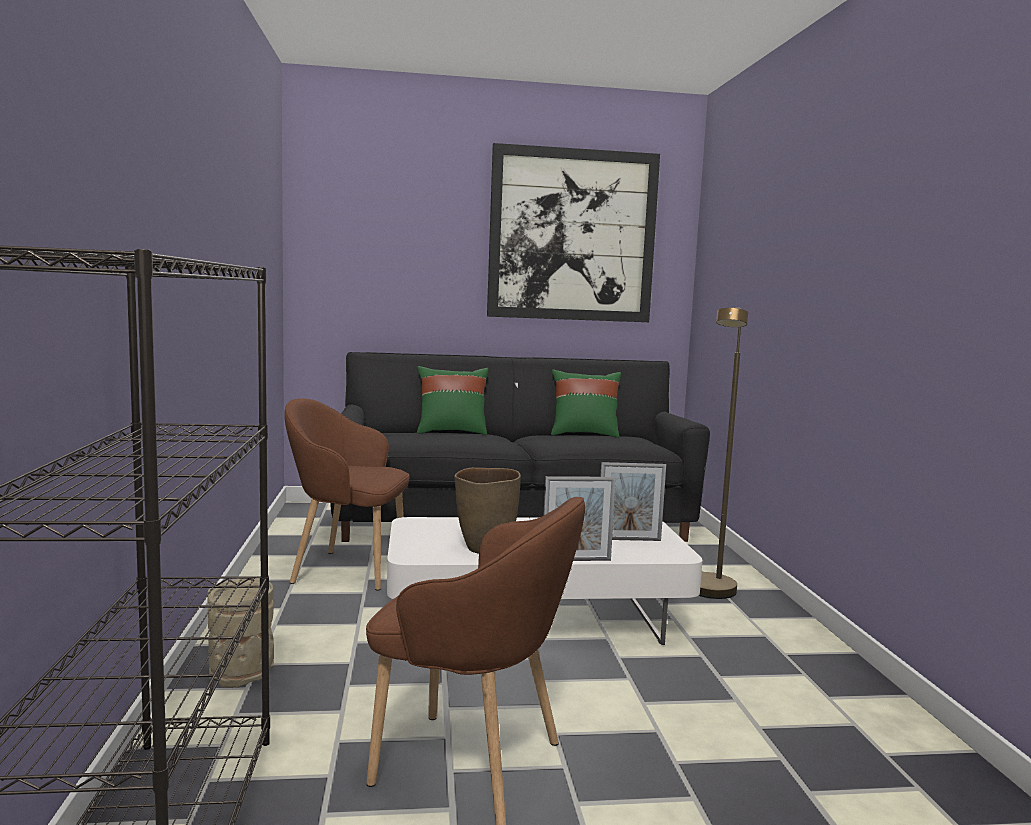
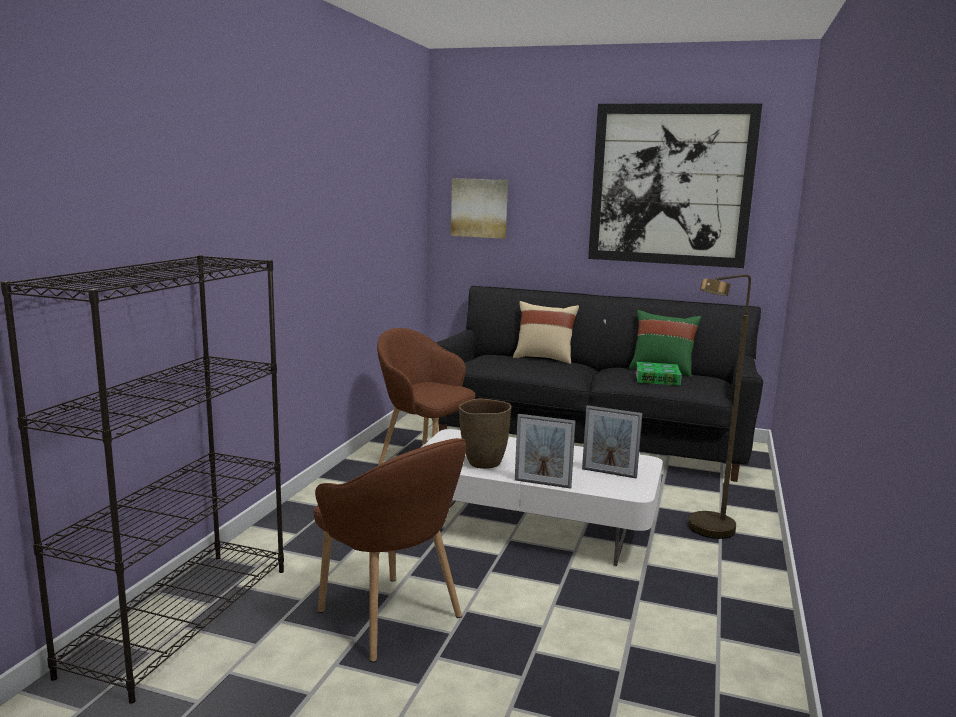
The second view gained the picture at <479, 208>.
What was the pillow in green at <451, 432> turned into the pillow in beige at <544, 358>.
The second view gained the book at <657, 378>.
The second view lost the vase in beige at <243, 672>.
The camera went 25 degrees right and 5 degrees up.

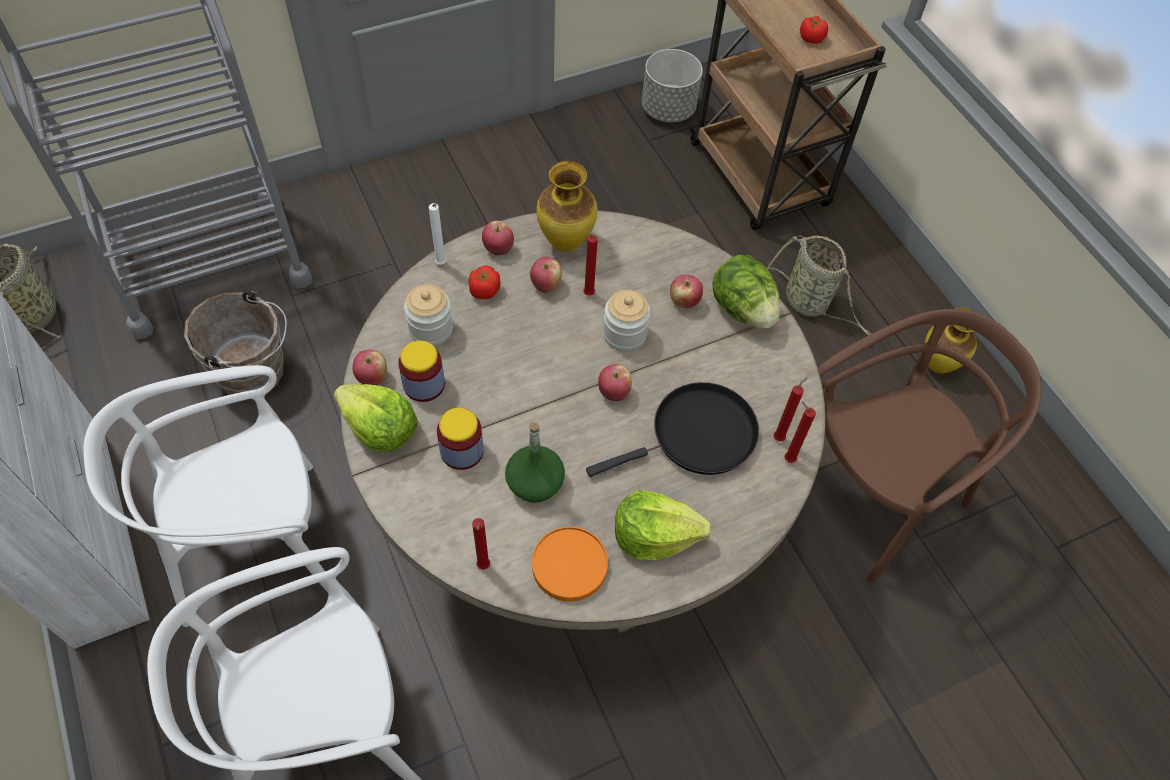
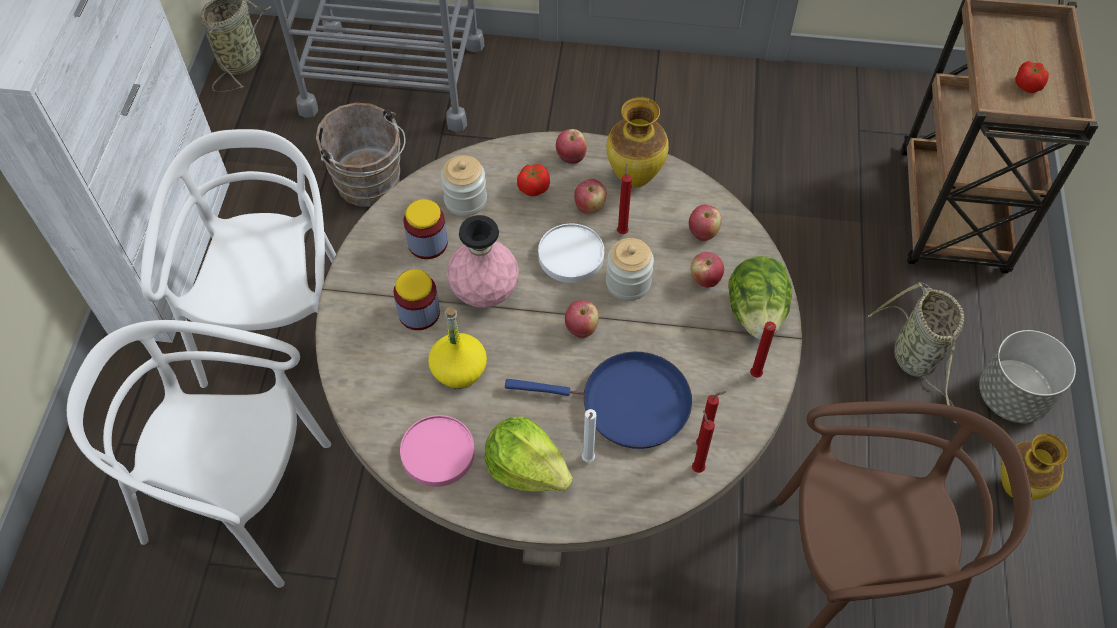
The chair in white at <255, 547> ended up facing another way, 75 degrees clockwise from before.
What was the plate in orange at <570, 566> turned into the plate in pink at <438, 453>.
What was the bottle in green at <535, 482> turned into the bottle in yellow at <459, 369>.
The second view gained the vase in pink at <484, 293>.
What was the frying pan in black at <697, 436> turned into the frying pan in blue at <627, 404>.
The second view gained the plate in white at <571, 256>.
The candle in white ended up elsewhere, having gone from <441, 265> to <587, 460>.
The apple ended up elsewhere, having gone from <372, 378> to <702, 233>.
The candle in red ended up elsewhere, having gone from <483, 567> to <754, 376>.
The planter in grey ended up elsewhere, having gone from <668, 109> to <1012, 396>.
The second view lost the lettuce at <380, 429>.
The camera went 35 degrees right and 0 degrees up.

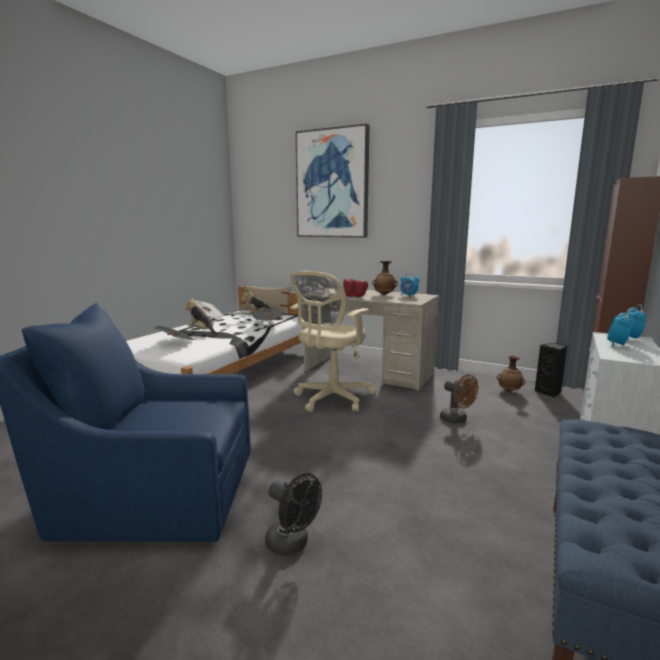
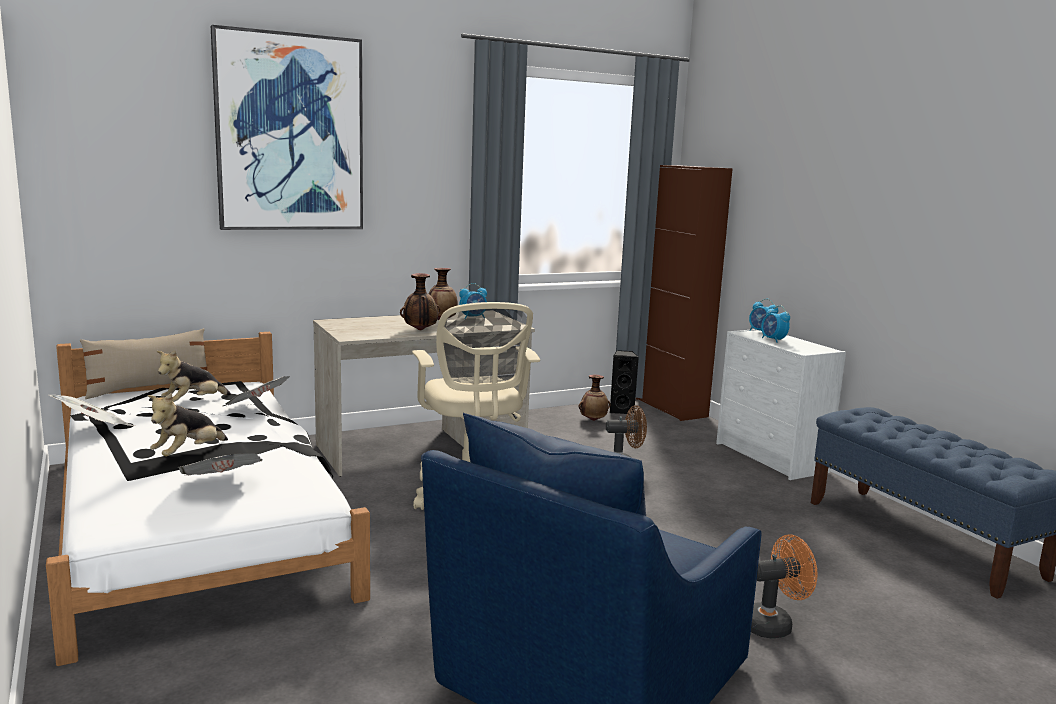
The plush toy at <202, 332> ended up facing another way, 45 degrees counterclockwise from before.
Where the bowl in red stood at <355, 296>, the vase came to stand at <420, 330>.
What was the fan in black at <292, 544> turned into the fan in orange at <773, 624>.
The camera went 55 degrees left and 0 degrees up.

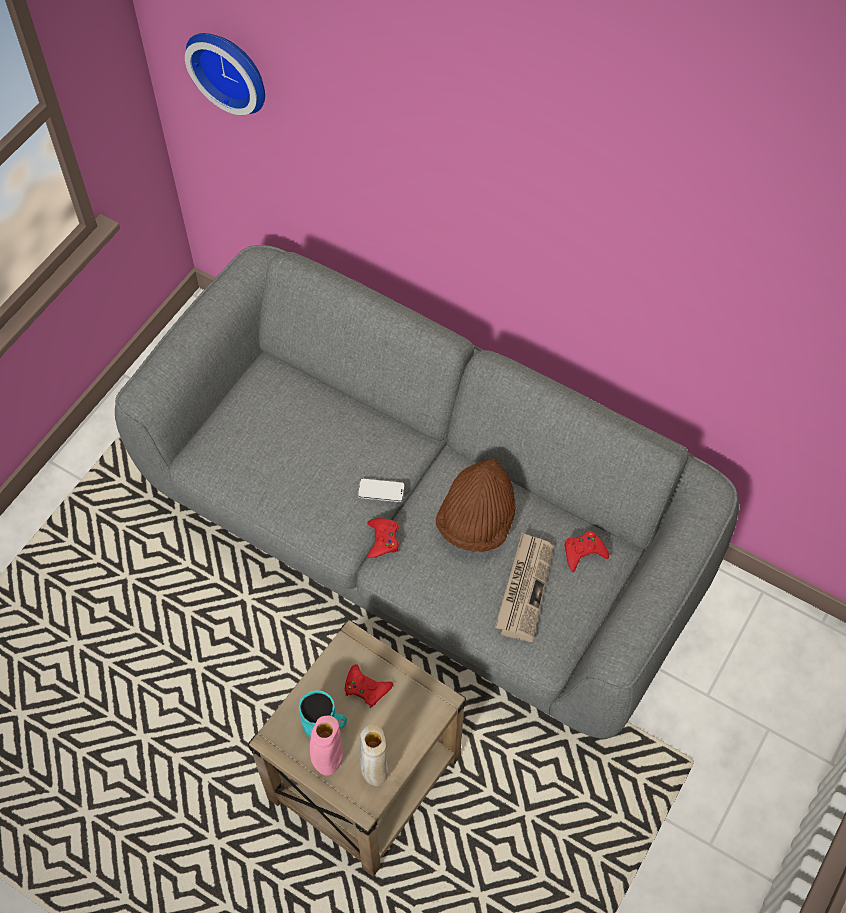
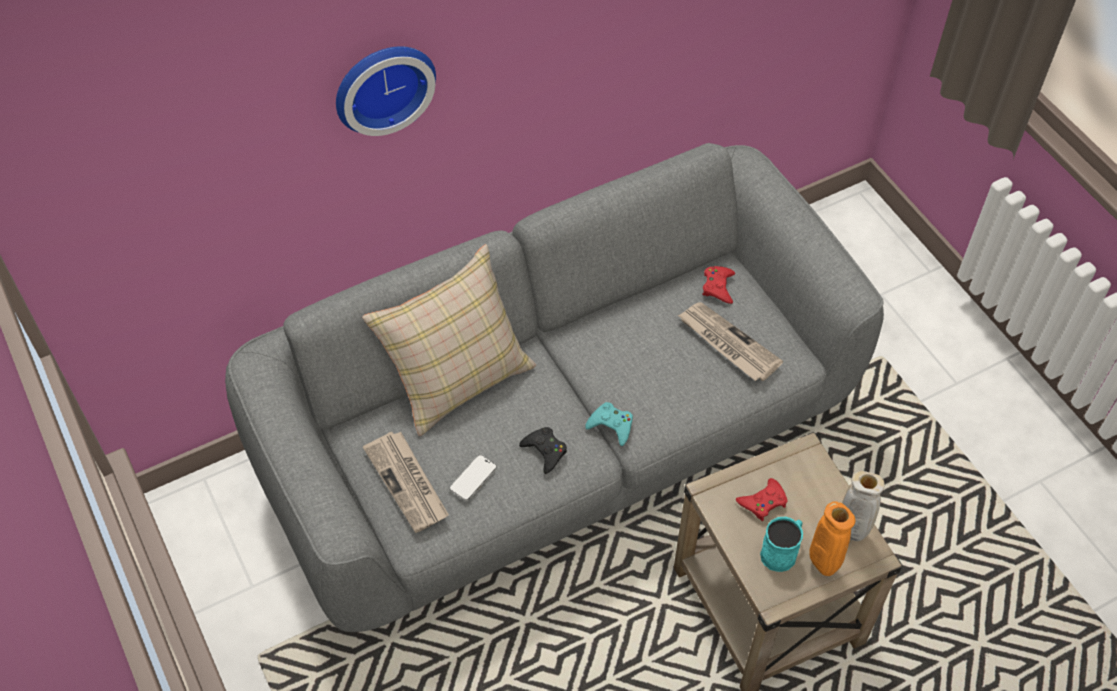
The wall clock ended up elsewhere, having gone from <230, 68> to <382, 84>.
The second view gained the pillow in beige at <457, 376>.
The second view gained the newspaper at <408, 483>.
The phone ended up elsewhere, having gone from <381, 491> to <473, 478>.
The second view gained the game controller in black at <545, 451>.
What was the game controller in red at <383, 540> turned into the game controller in turquoise at <611, 425>.
What was the vase in pink at <328, 763> turned into the vase in orange at <822, 566>.
The second view lost the hat in brown at <476, 521>.
The camera went 60 degrees left and 5 degrees down.

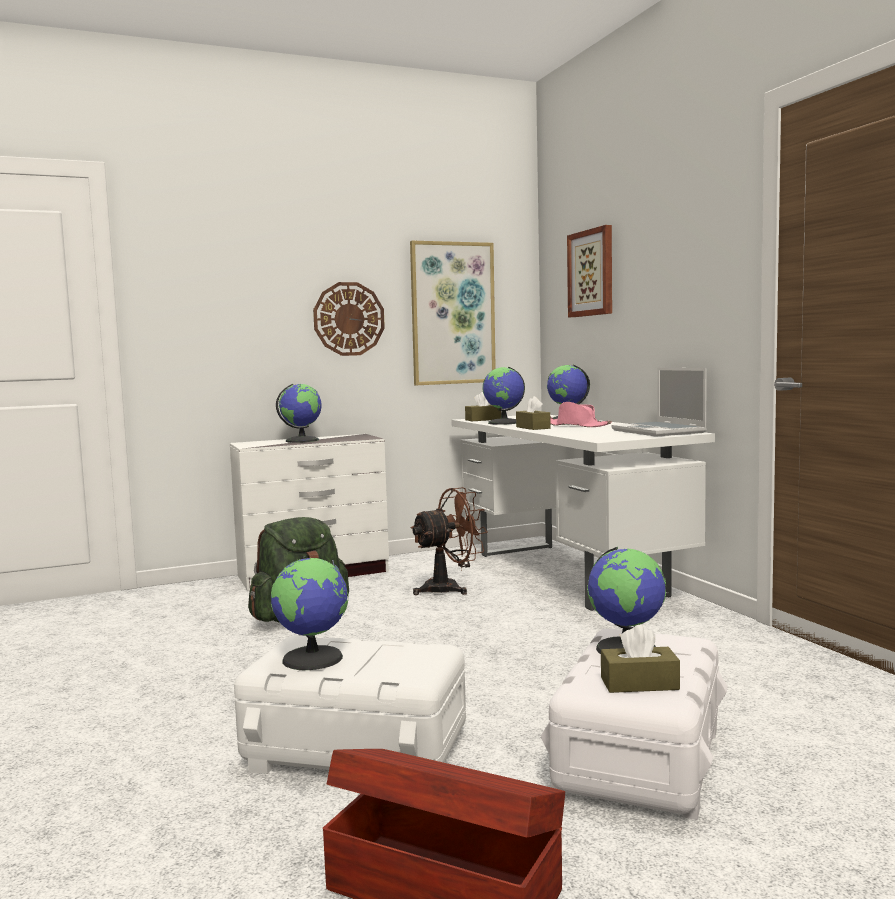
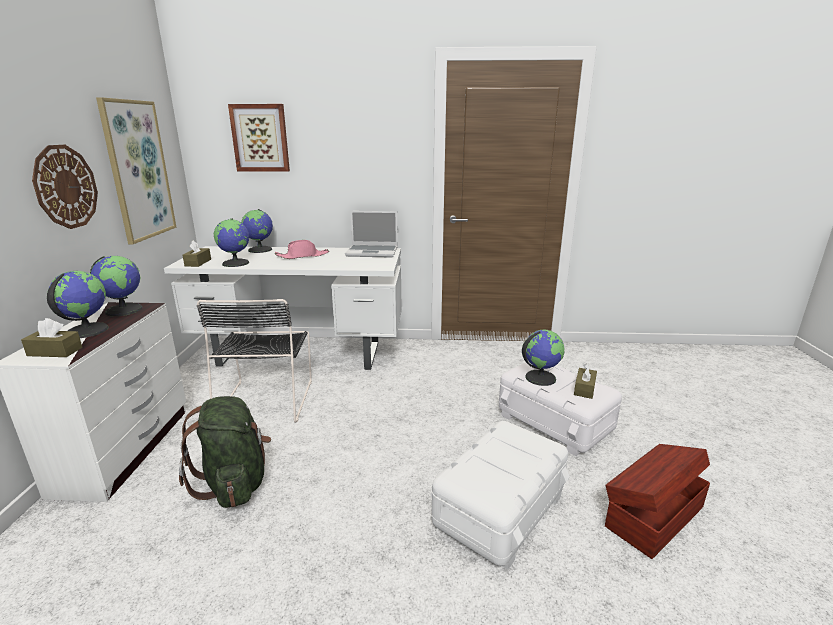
The tissue box in brown ended up elsewhere, having gone from <533, 428> to <55, 351>.
The globe ended up elsewhere, having gone from <313, 658> to <124, 310>.
Where the fan in brown stood at <449, 588>, the chair in black came to stand at <267, 399>.
The camera went 65 degrees left and 15 degrees up.

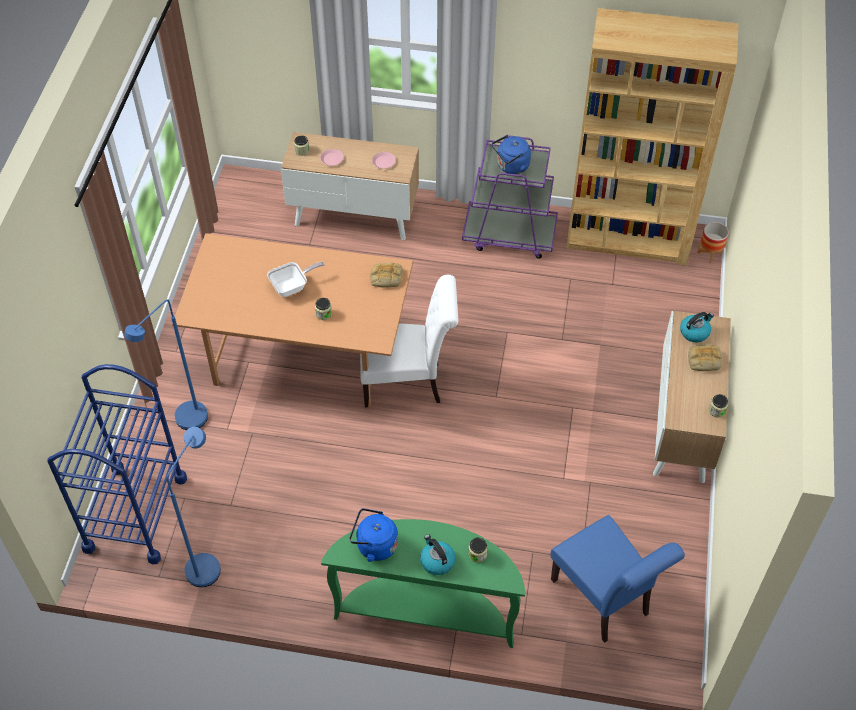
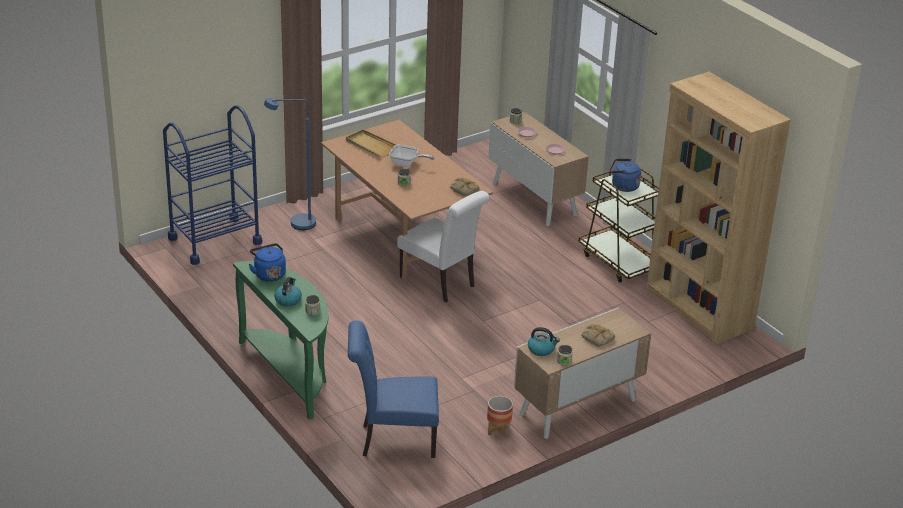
The second view gained the tray in beige at <371, 145>.
The chair in blue at <604, 601> ended up facing another way, 75 degrees clockwise from before.
The planter ended up elsewhere, having gone from <710, 253> to <498, 430>.
The kettle ended up elsewhere, having gone from <694, 332> to <541, 349>.
What was the cart in purple at <510, 235> turned into the cart in brown at <618, 261>.
The second view lost the floor lamp in blue at <208, 562>.
The camera went 45 degrees right and 20 degrees down.

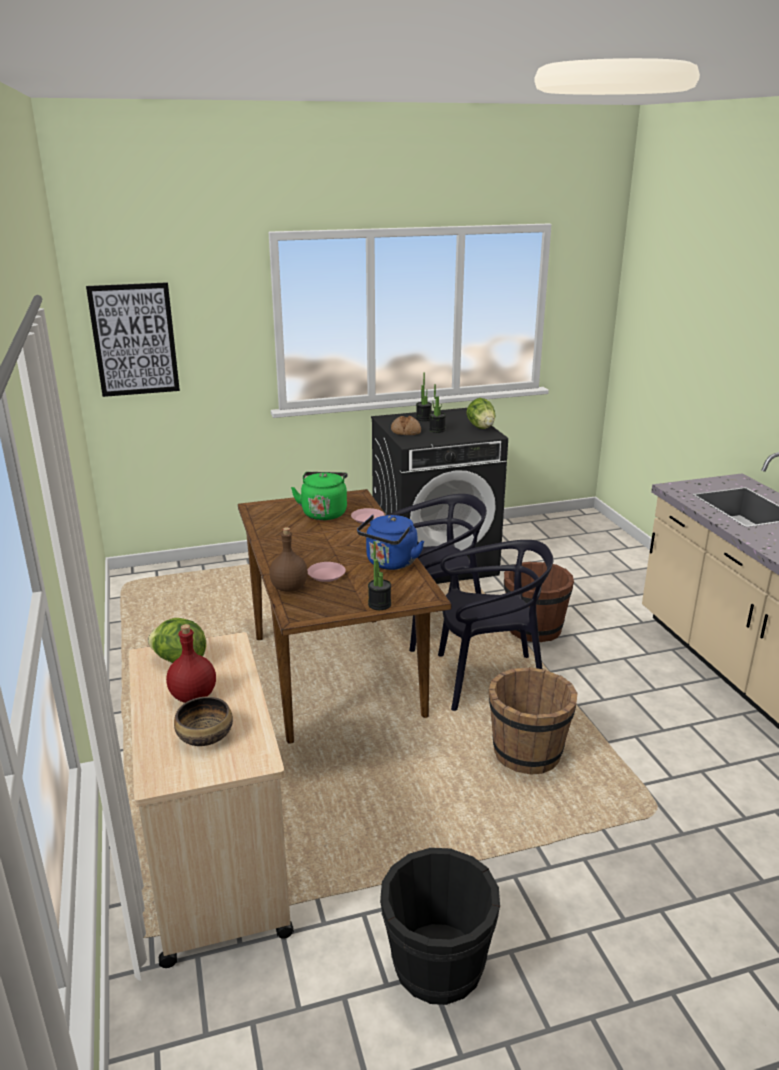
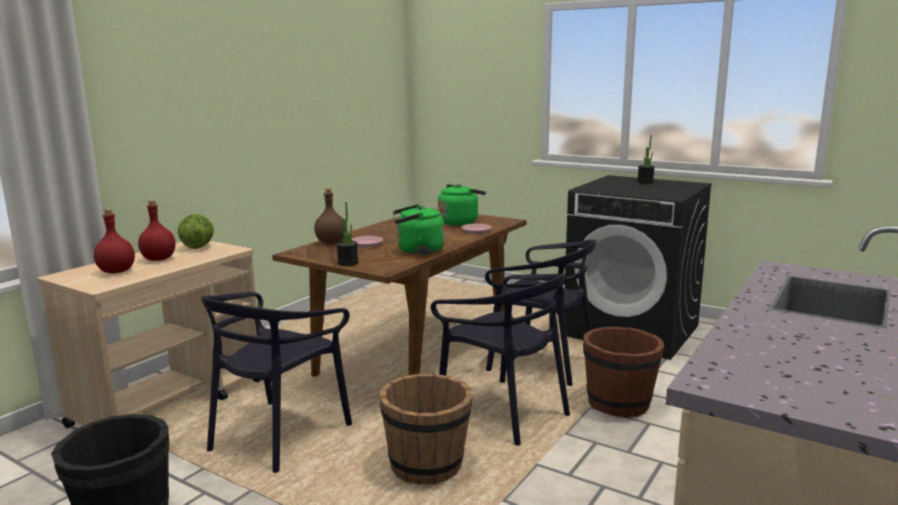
Where the bowl stood at <205, 735>, the bottle in red came to stand at <117, 271>.
The second view gained the chair in black at <279, 435>.
What was the kettle in blue at <390, 563> turned into the kettle in green at <417, 251>.
The second view lost the picture at <134, 340>.
The second view lost the bread at <406, 431>.
The second view lost the potted plant at <437, 430>.
The second view lost the lettuce at <481, 427>.
The camera went 50 degrees right and 10 degrees down.

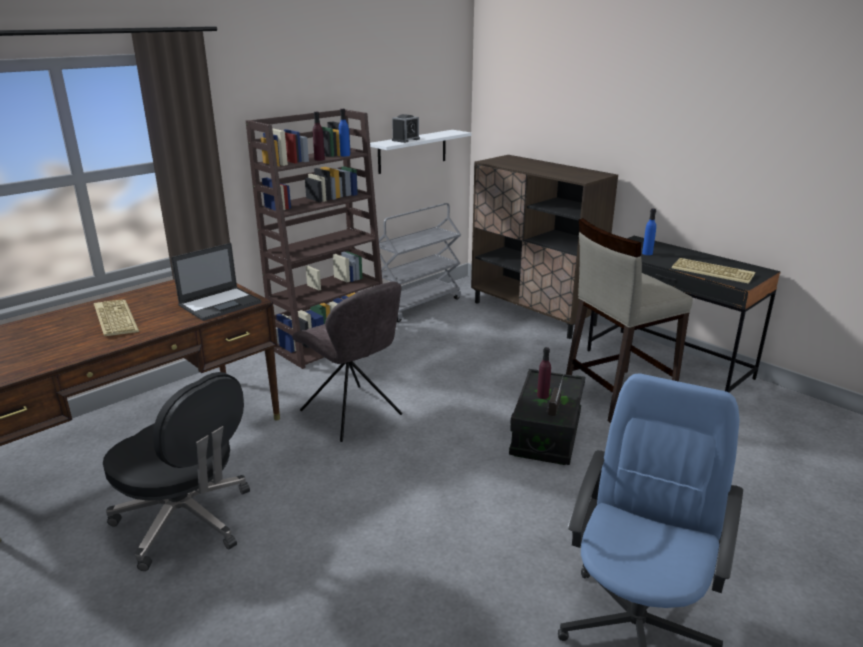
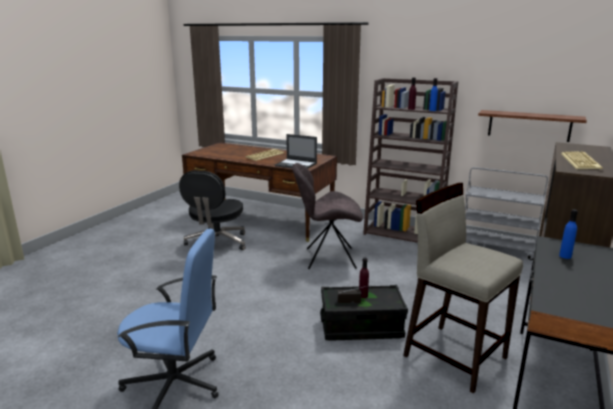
The chair in grey at <353, 414> ended up facing another way, 60 degrees clockwise from before.
What was the shelf in white at <412, 151> turned into the shelf in brown at <529, 125>.
The keyboard ended up elsewhere, having gone from <713, 271> to <581, 162>.
The second view lost the alarm clock at <405, 140>.
The camera went 70 degrees right and 5 degrees down.

